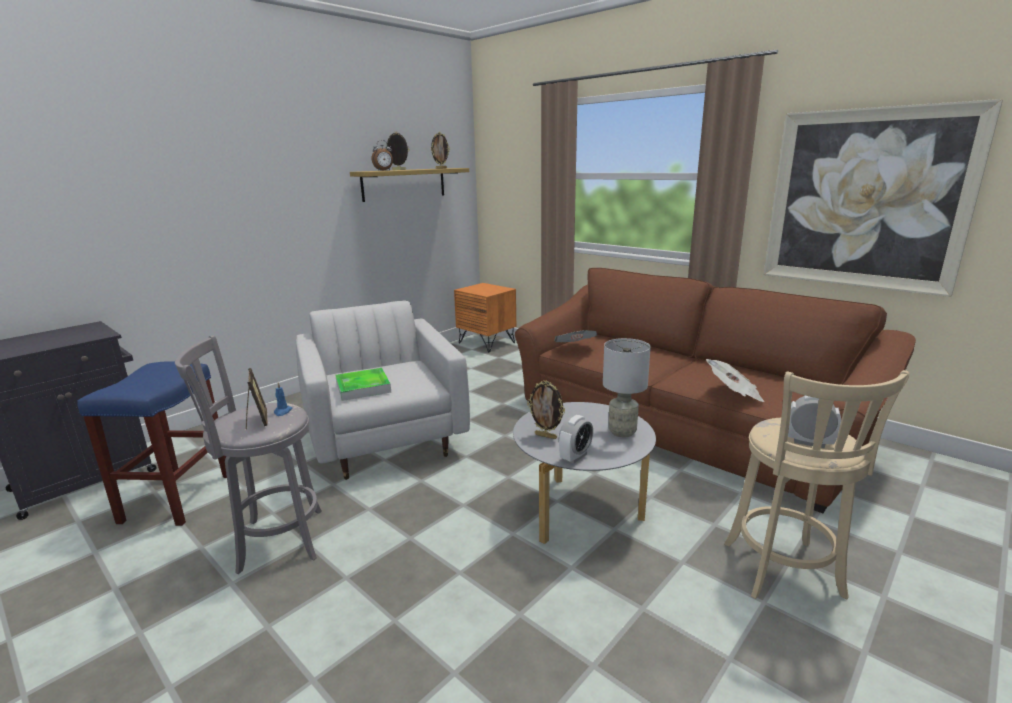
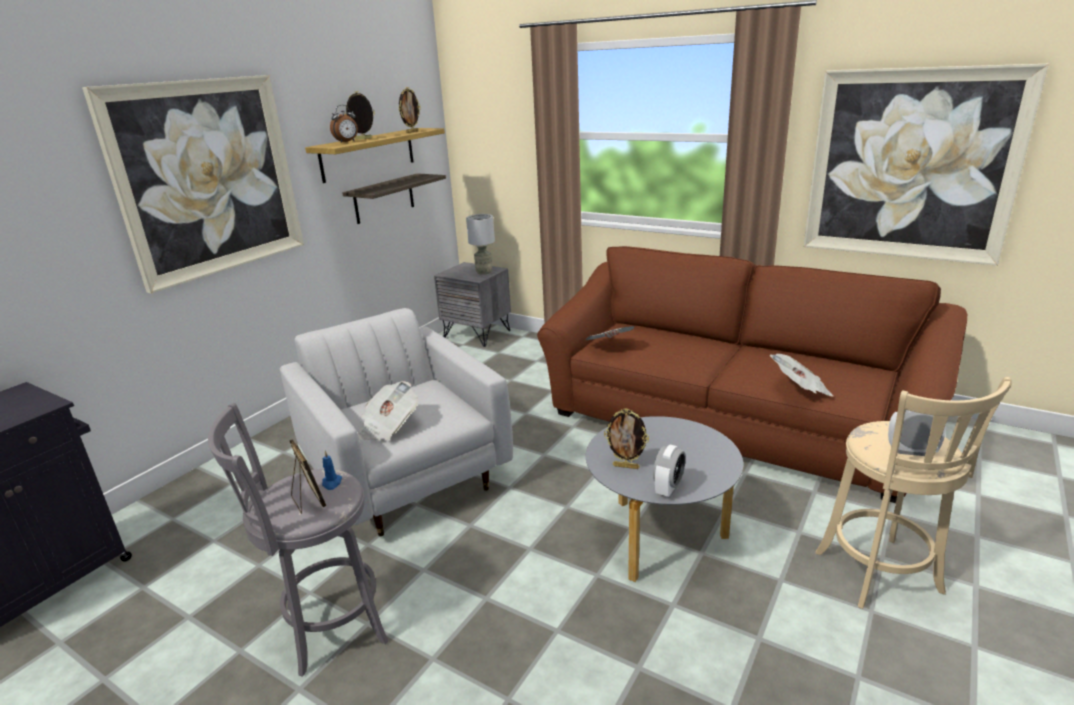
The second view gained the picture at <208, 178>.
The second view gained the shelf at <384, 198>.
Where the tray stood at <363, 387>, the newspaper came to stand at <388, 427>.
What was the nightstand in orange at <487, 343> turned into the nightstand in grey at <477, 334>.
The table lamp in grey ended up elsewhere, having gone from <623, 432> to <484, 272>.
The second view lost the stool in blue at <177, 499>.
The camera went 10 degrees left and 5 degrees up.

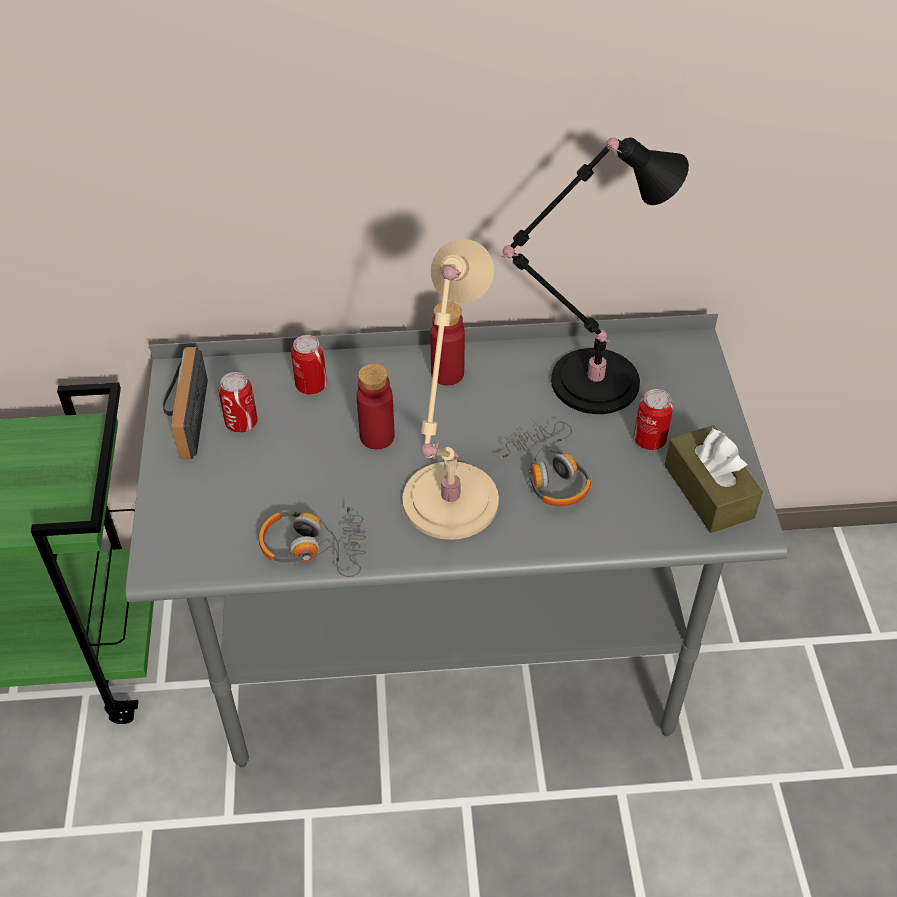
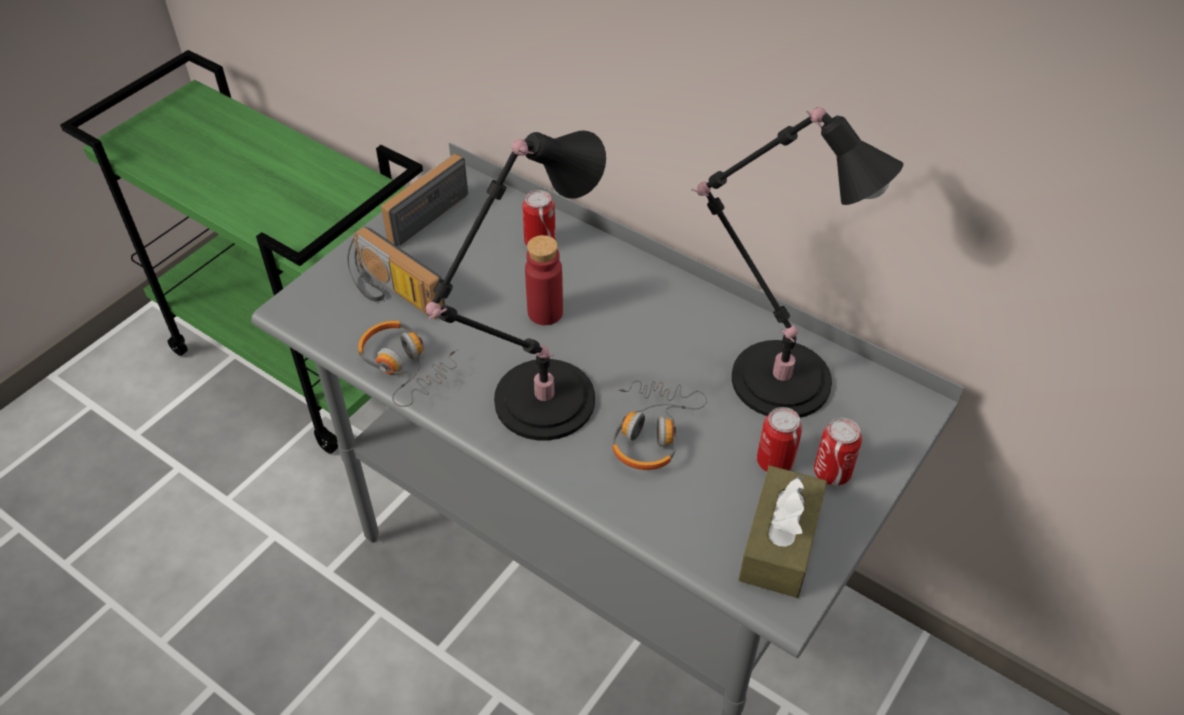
The second view gained the radio at <392, 294>.
What was the table lamp in beige at <448, 508> turned into the table lamp in black at <536, 404>.
The can ended up elsewhere, having gone from <241, 423> to <832, 472>.
The second view lost the bottle in red at <447, 374>.
The camera went 40 degrees right and 0 degrees up.

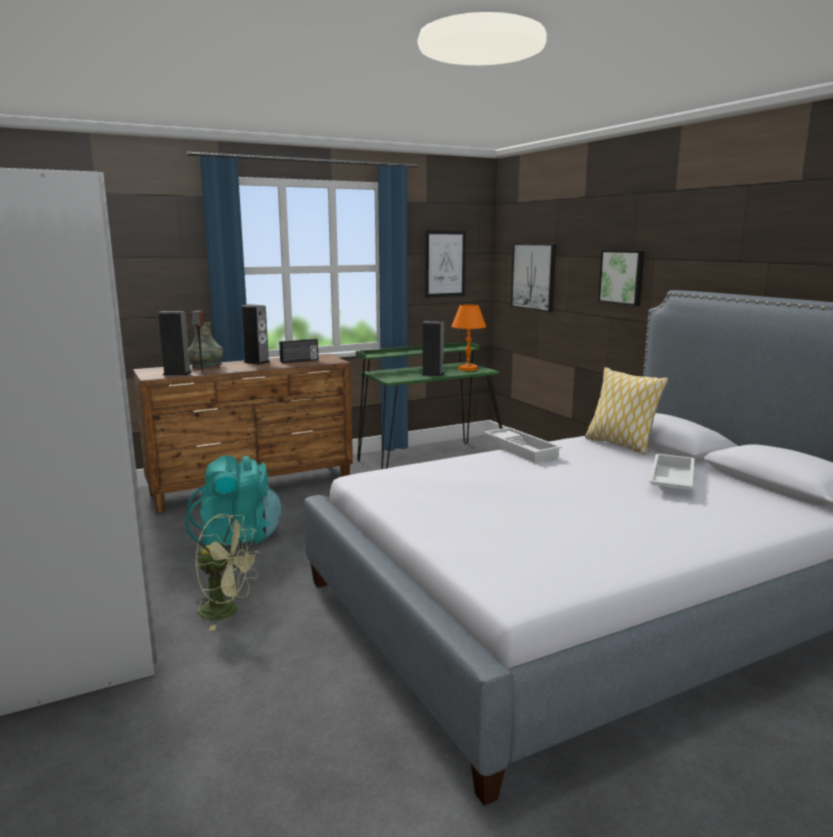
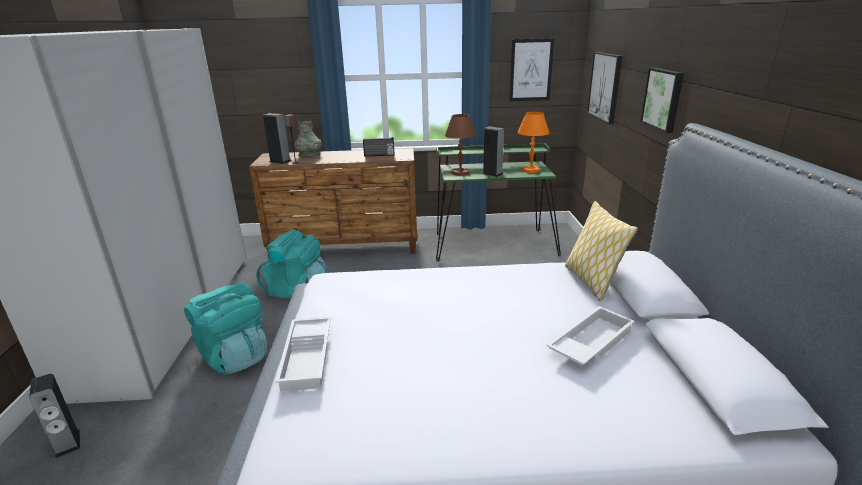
The speaker ended up elsewhere, having gone from <257, 362> to <67, 443>.
Where the fan in green stood at <227, 611>, the backpack in turquoise came to stand at <235, 357>.
The tray in white ended up elsewhere, having gone from <522, 449> to <308, 357>.
The second view gained the table lamp in brown at <460, 173>.
The camera went 25 degrees right and 10 degrees up.

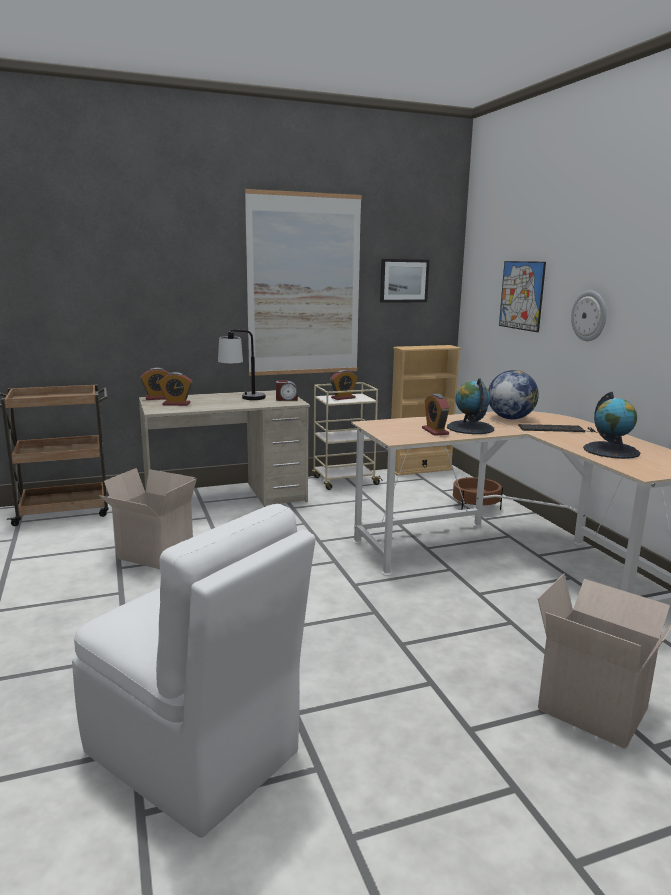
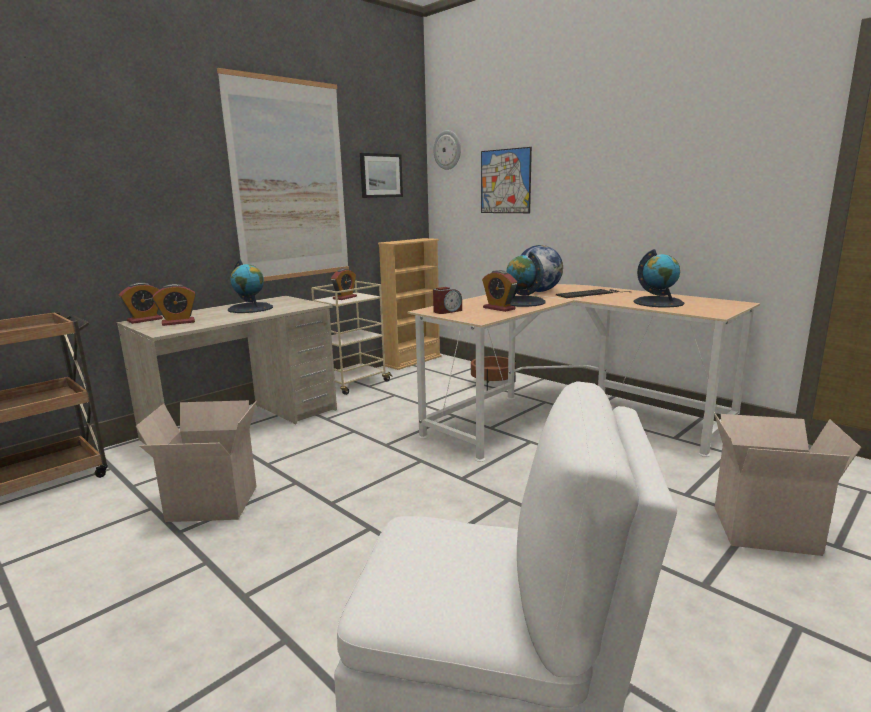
Where the table lamp stood at <243, 398>, the globe came to stand at <250, 308>.
The wall clock ended up elsewhere, having gone from <589, 316> to <447, 150>.
The alarm clock ended up elsewhere, having gone from <286, 399> to <447, 311>.
The camera went 25 degrees left and 0 degrees up.

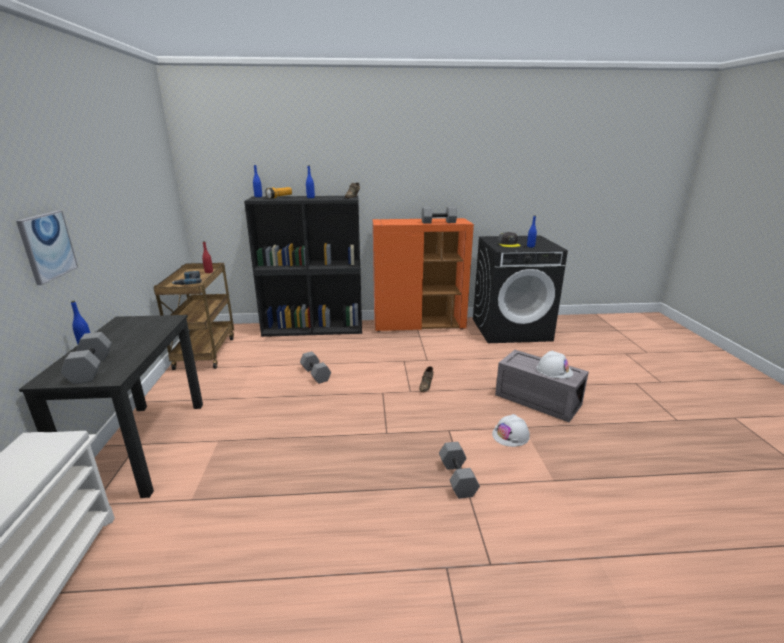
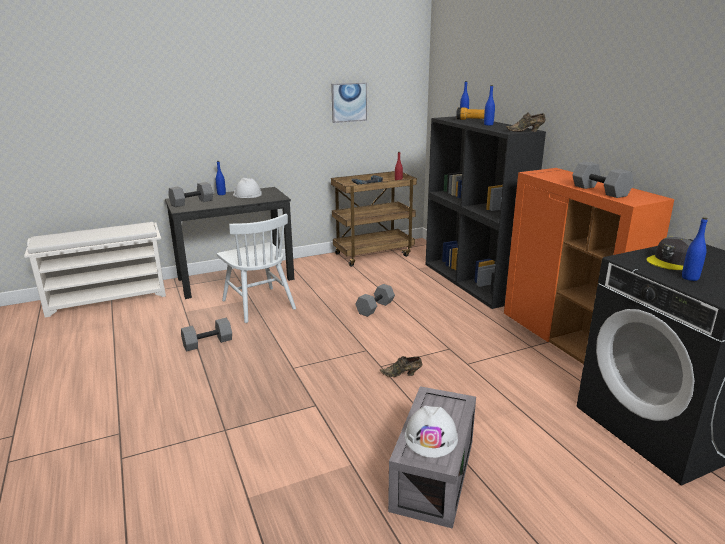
The dumbbell in grey ended up elsewhere, having gone from <456, 478> to <208, 342>.
The second view gained the chair in white at <258, 304>.
The hard hat in white ended up elsewhere, having gone from <511, 435> to <247, 194>.
The picture ended up elsewhere, having gone from <47, 246> to <349, 102>.
The camera went 70 degrees right and 0 degrees up.

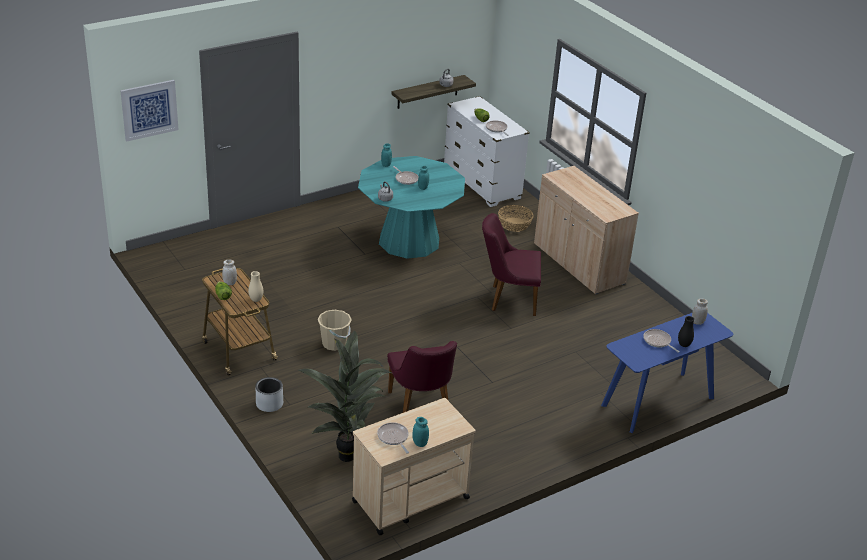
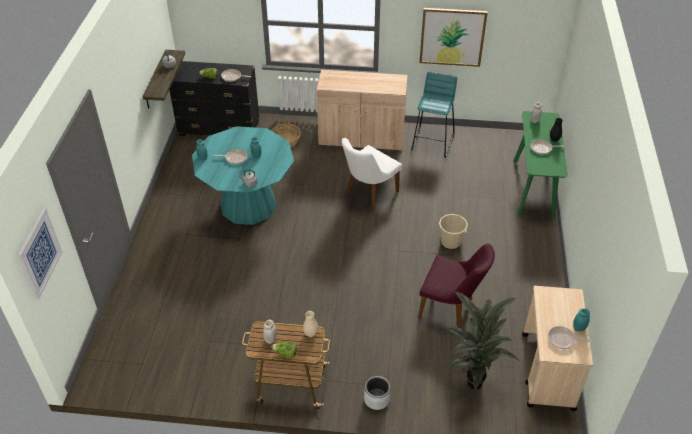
What was the dresser in white at <482, 184> turned into the dresser in black at <219, 128>.
What was the chair in purple at <508, 299> turned into the chair in white at <368, 193>.
The second view gained the stool in turquoise at <433, 142>.
The second view gained the picture at <452, 37>.
The bucket in beige ended up elsewhere, having gone from <334, 344> to <451, 242>.
What was the console table in blue at <658, 402> turned into the console table in green at <533, 188>.
The camera went 50 degrees left and 10 degrees up.

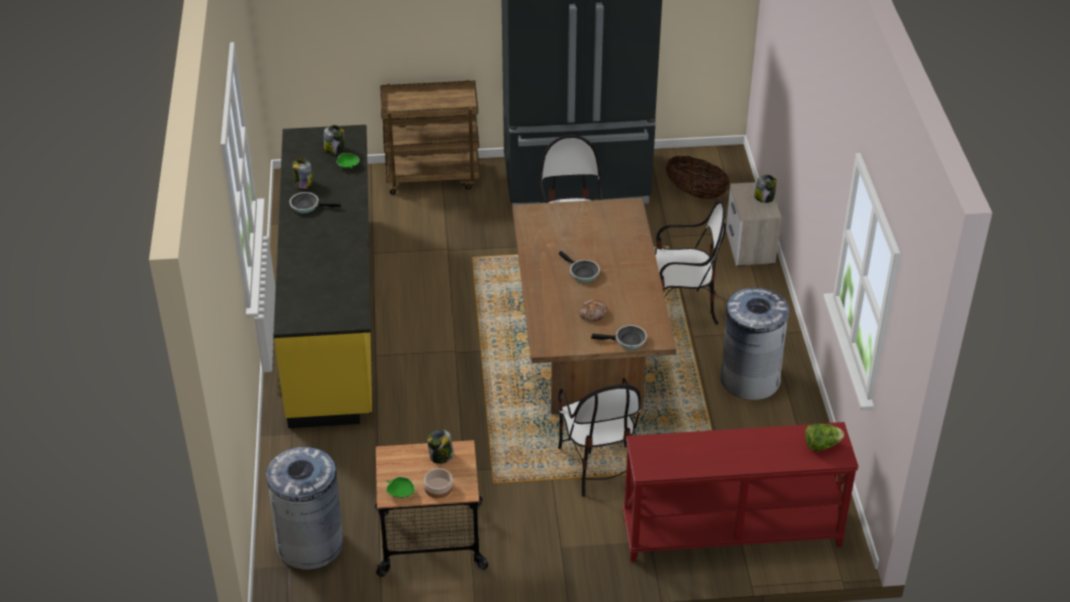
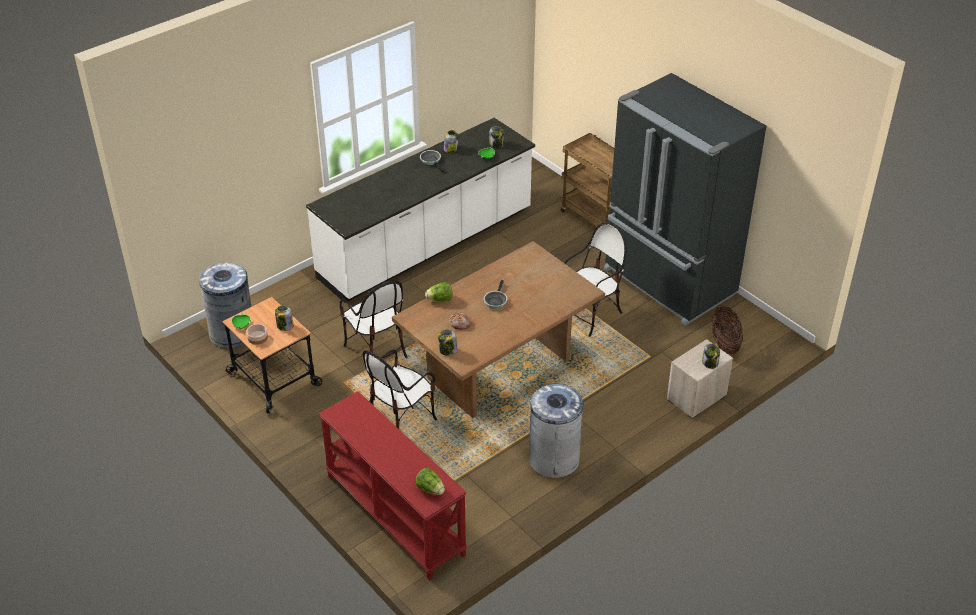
What was the counter in yellow at <333, 314> turned into the counter in white at <427, 245>.
The chair ended up elsewhere, having gone from <683, 309> to <376, 350>.
The second view gained the lettuce at <440, 299>.
Where the frying pan stood at <627, 341>, the jar came to stand at <447, 350>.
The camera went 55 degrees right and 0 degrees up.

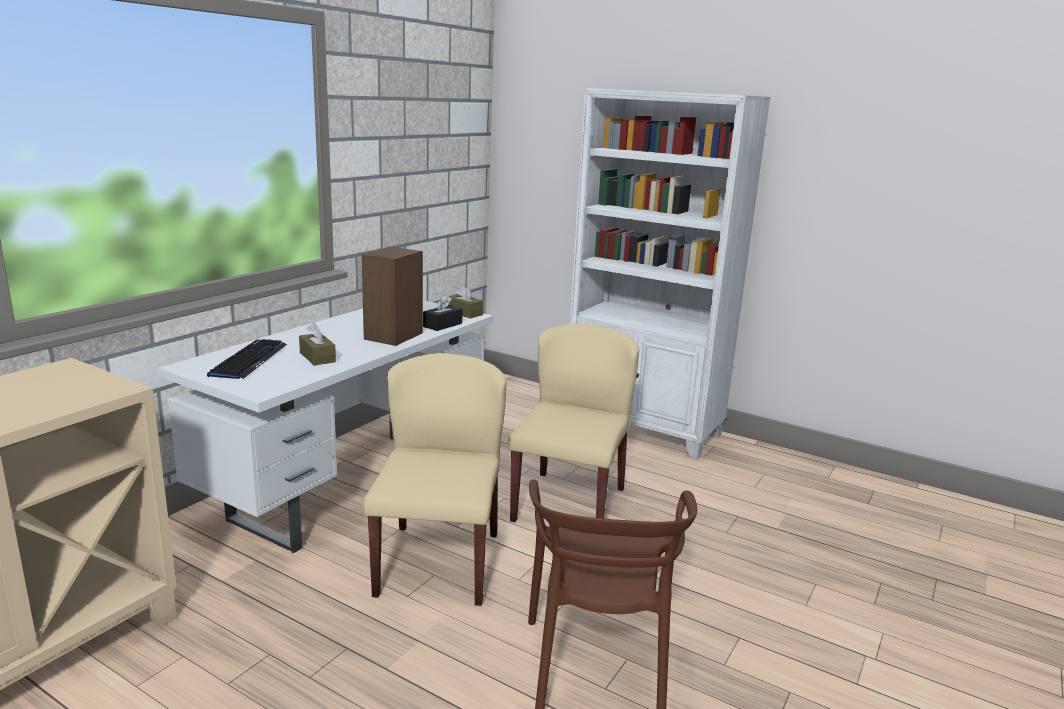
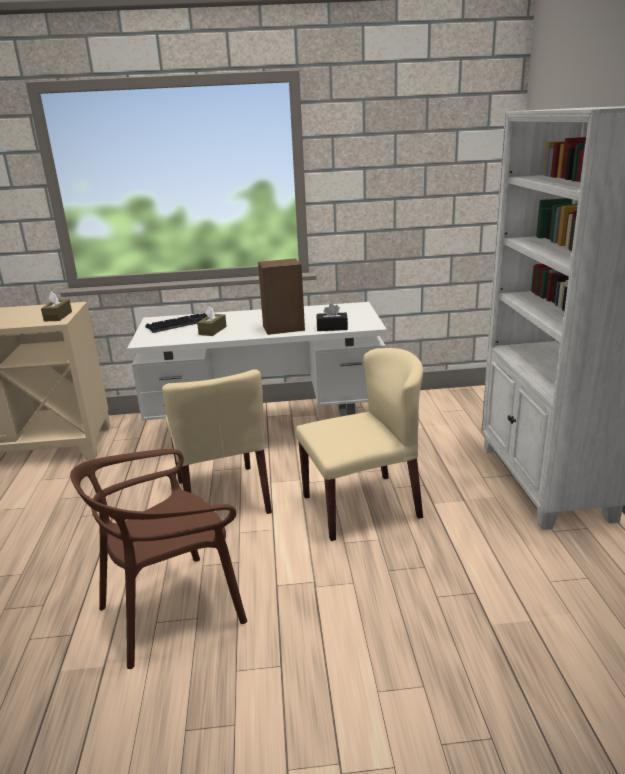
The tissue box in brown ended up elsewhere, having gone from <464, 313> to <58, 316>.
The chair in beige at <438, 562> ended up facing another way, 105 degrees clockwise from before.
The camera went 55 degrees right and 5 degrees up.

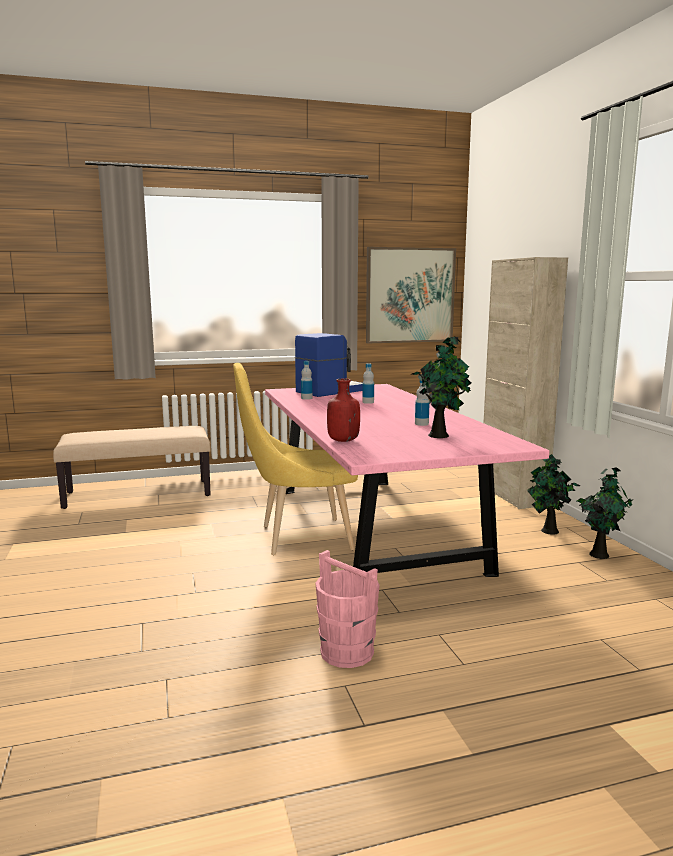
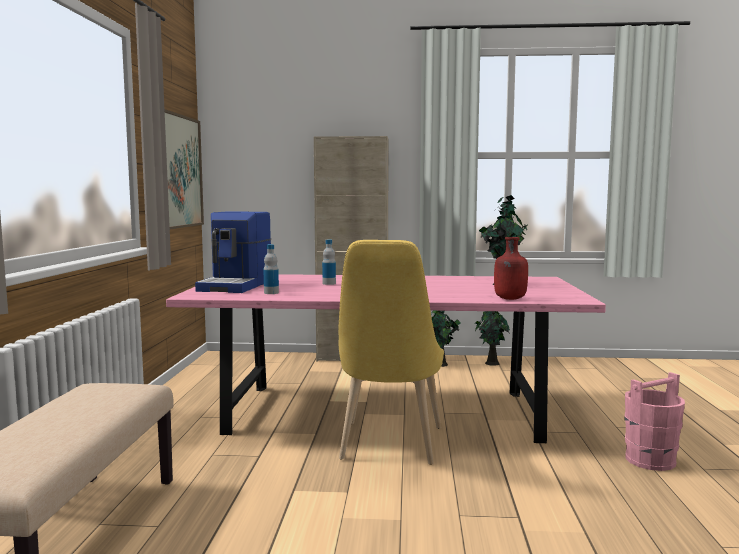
The coffee machine at <330, 391> ended up facing another way, 150 degrees counterclockwise from before.
The second view lost the bottle at <421, 424>.
The camera went 70 degrees left and 5 degrees down.

